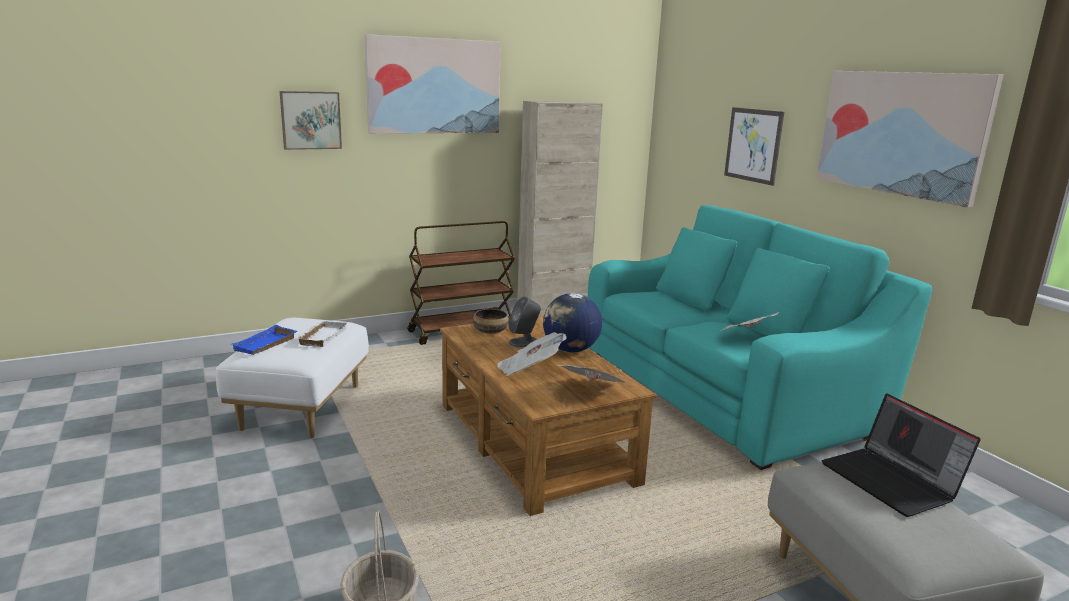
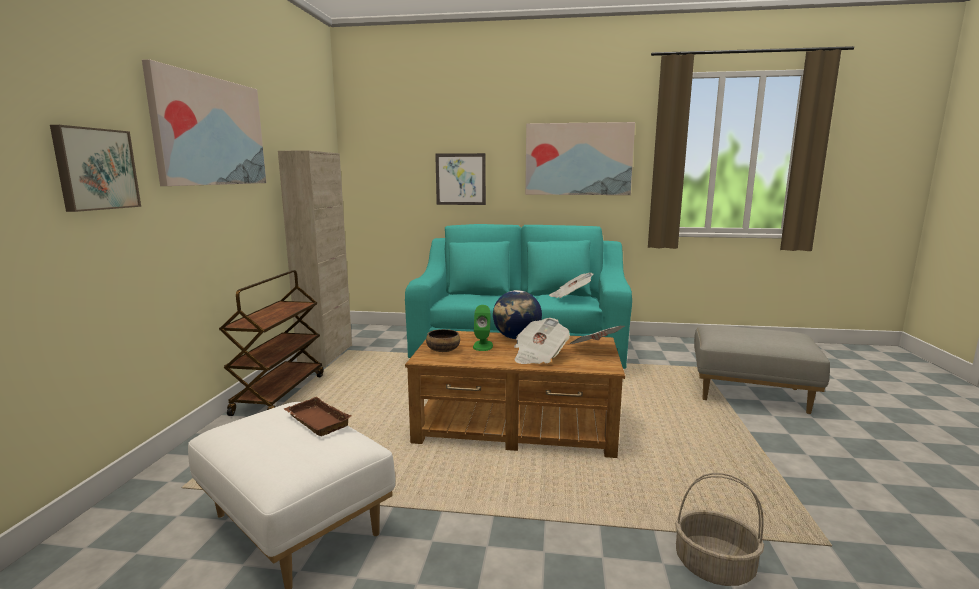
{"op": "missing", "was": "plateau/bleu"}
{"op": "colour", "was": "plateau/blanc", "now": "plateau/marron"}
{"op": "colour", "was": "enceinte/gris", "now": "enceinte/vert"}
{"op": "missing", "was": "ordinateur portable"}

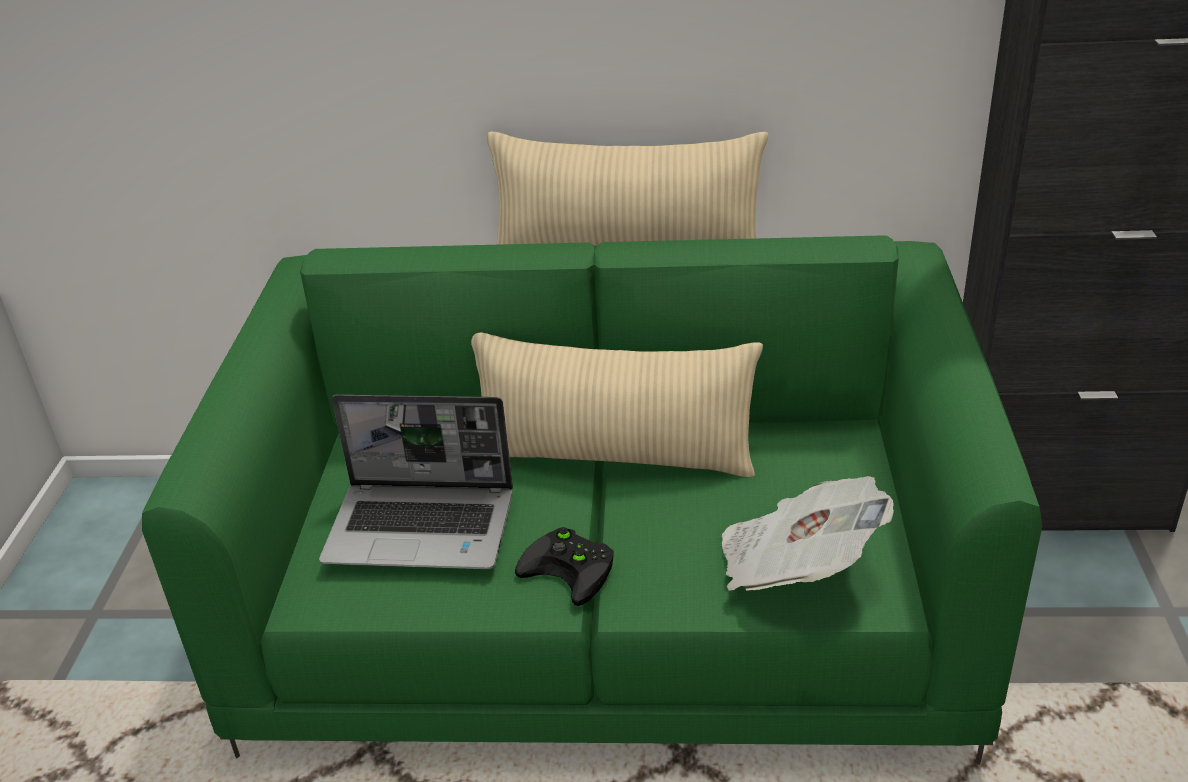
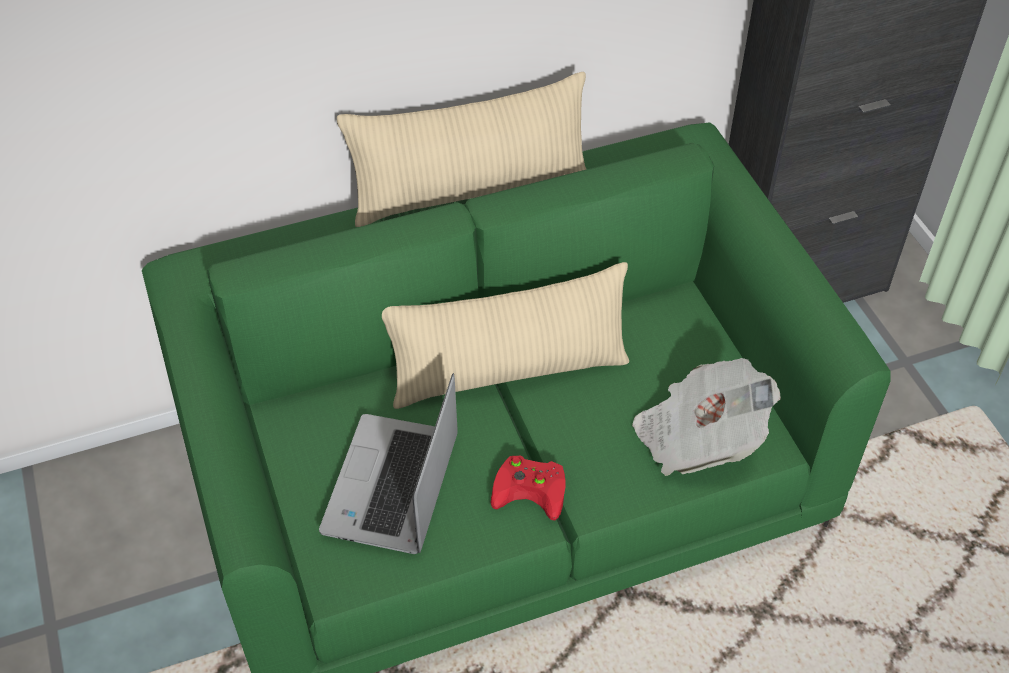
{"op": "spun", "was": "ordinateur portable", "clockwise": 120}
{"op": "colour", "was": "manette/noir", "now": "manette/rouge"}

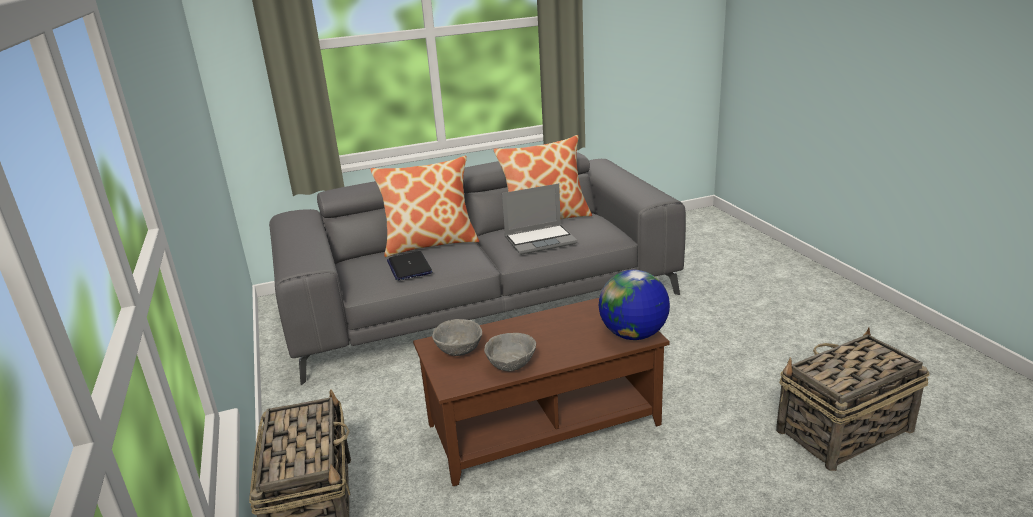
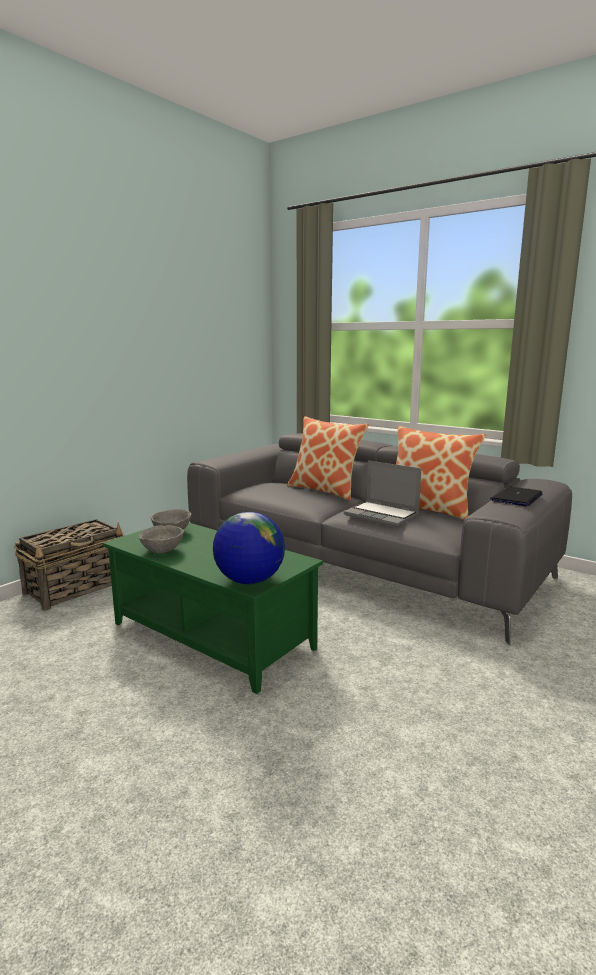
{"op": "relocated", "was": "ordinateur portable (no. 1 from left in the first image)", "now": "ordinateur portable (no. 2 from left)"}
{"op": "colour", "was": "table basse/marron", "now": "table basse/vert"}
{"op": "missing", "was": "panier (no. 2 from left)"}

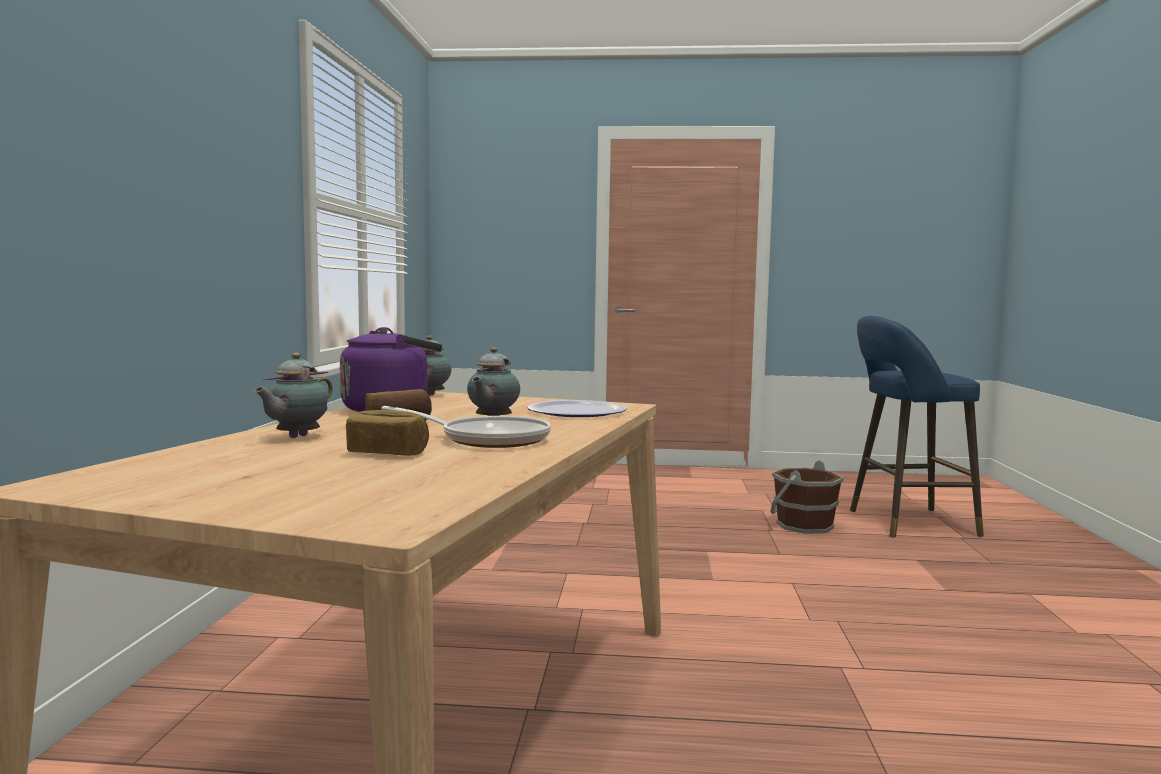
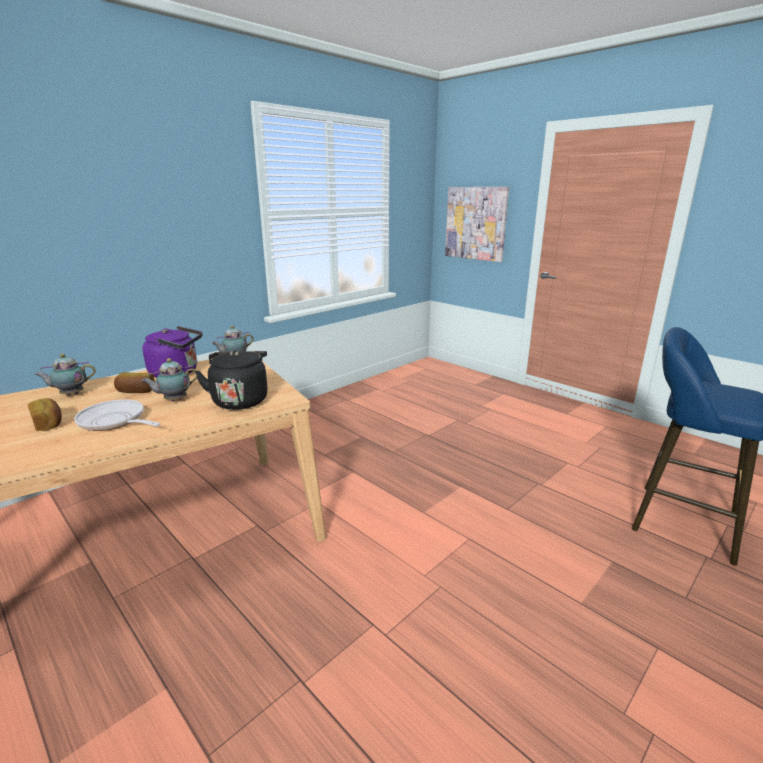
{"op": "spun", "was": "poêle", "clockwise": 150}
{"op": "exchanged", "was": "assiette", "now": "bouilloire/noir"}
{"op": "missing", "was": "seau/marron"}
{"op": "appeared", "now": "tableau"}

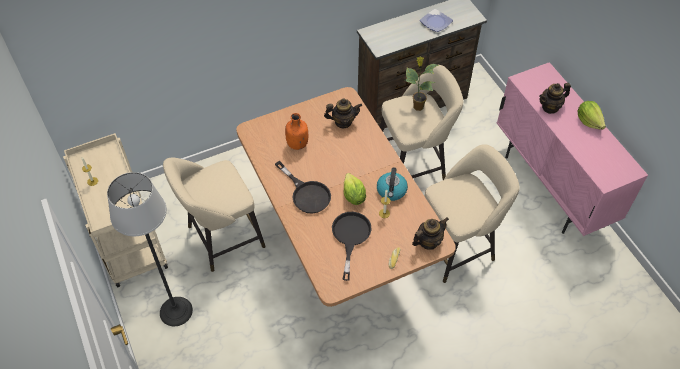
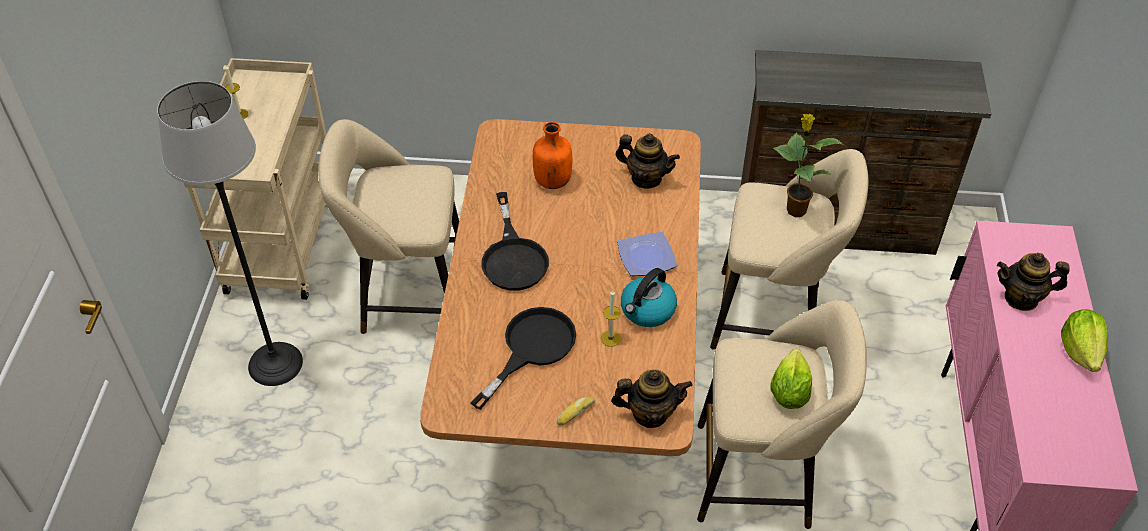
{"op": "relocated", "was": "laitue (no. 1 from left)"}
{"op": "relocated", "was": "assiette"}

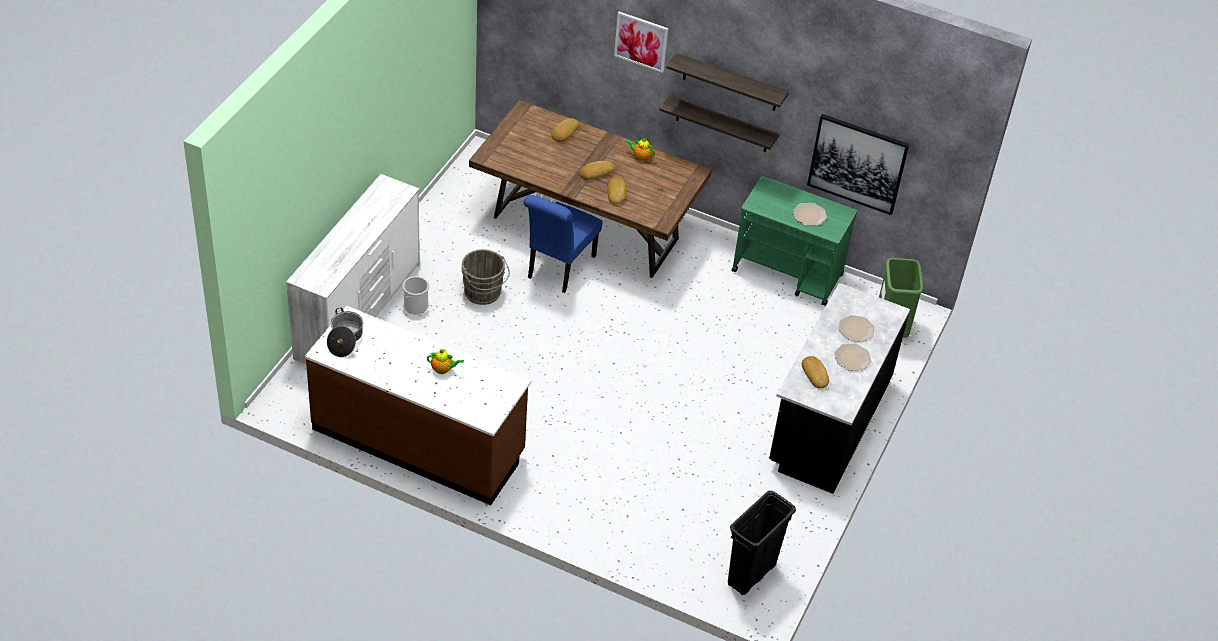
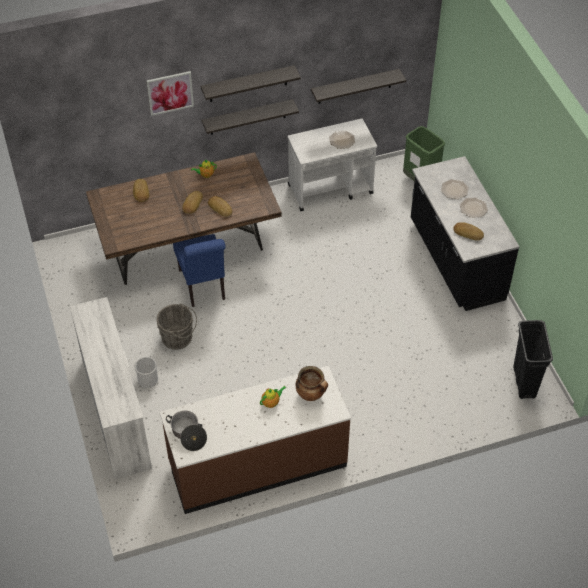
{"op": "colour", "was": "chariot/vert", "now": "chariot/blanc"}
{"op": "exchanged", "was": "tableau (no. 2 from left)", "now": "étagère (no. 3 from left)"}
{"op": "appeared", "now": "marmite (no. 2 from left)"}

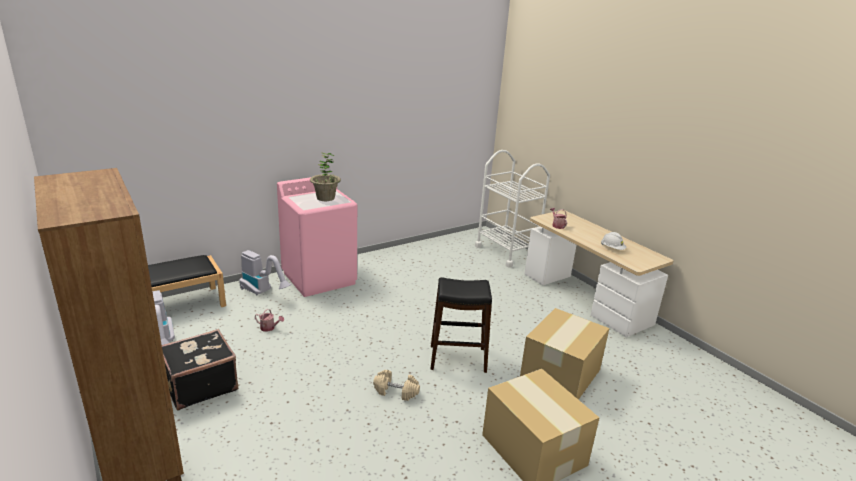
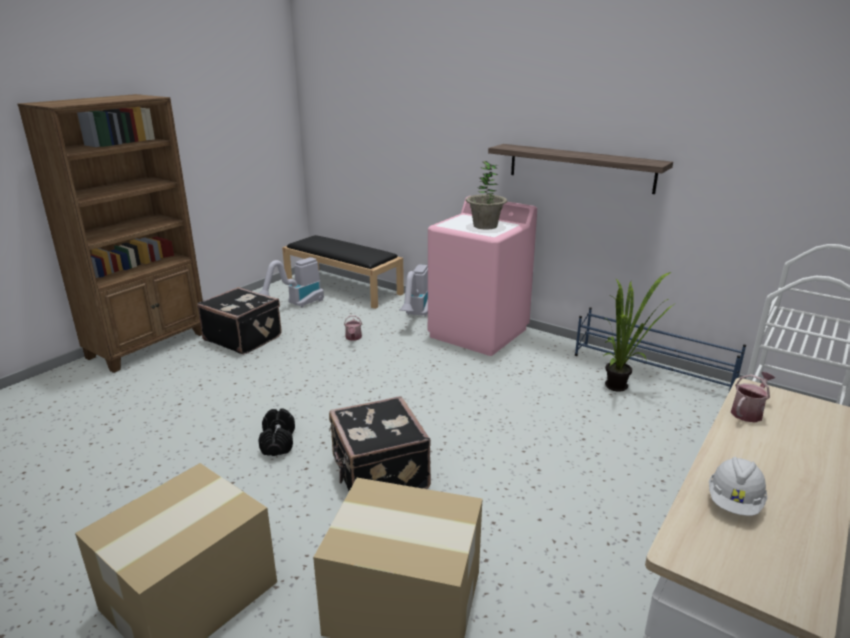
{"op": "colour", "was": "haltère/beige", "now": "haltère/noir"}
{"op": "exchanged", "was": "tabouret/noir", "now": "valise/noir (no. 2 from left)"}
{"op": "appeared", "now": "étagère"}
{"op": "appeared", "now": "étagère à chaussures/bleu"}
{"op": "appeared", "now": "plante en pot (no. 2 from left)"}

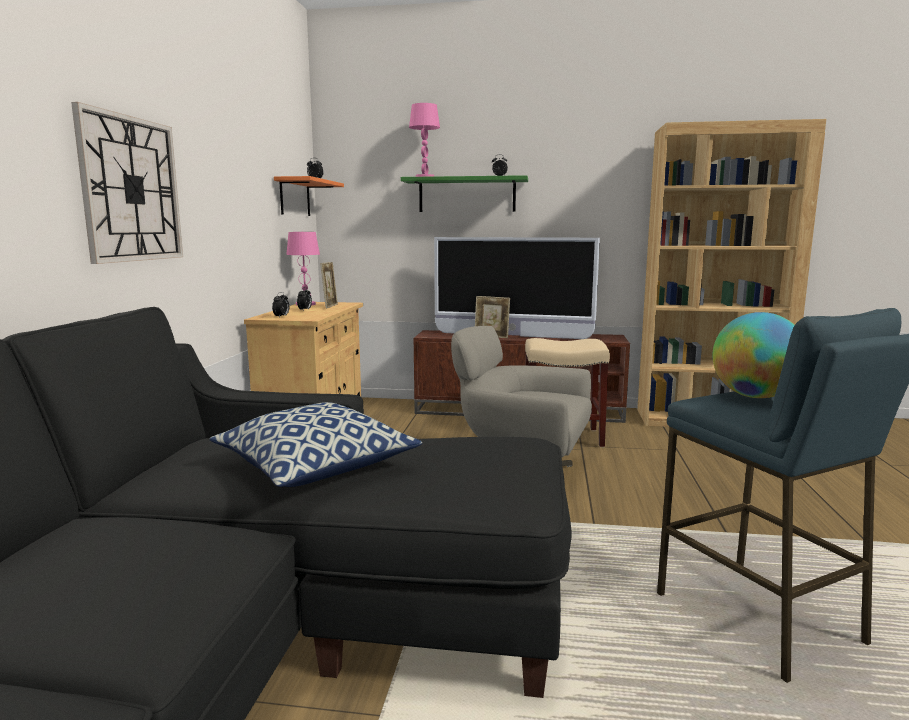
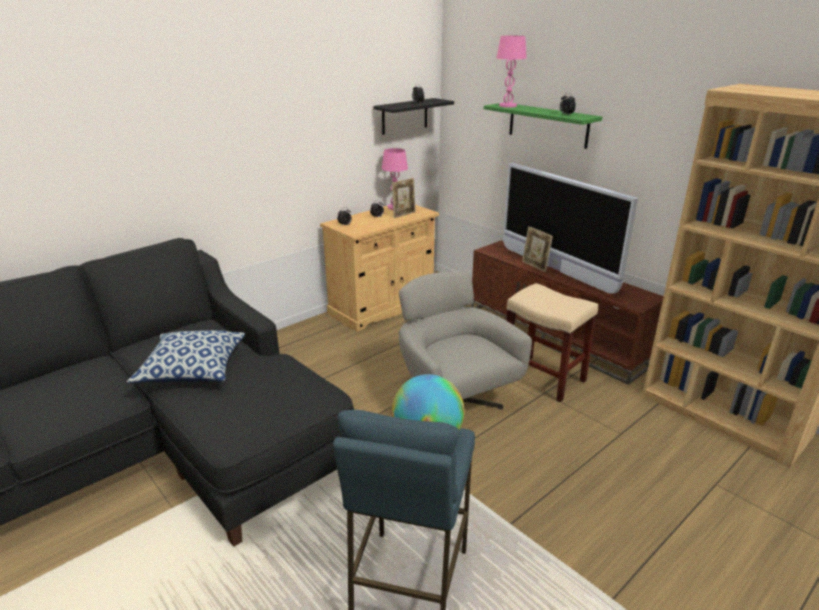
{"op": "missing", "was": "horloge murale"}
{"op": "colour", "was": "étagère/orange", "now": "étagère/noir"}

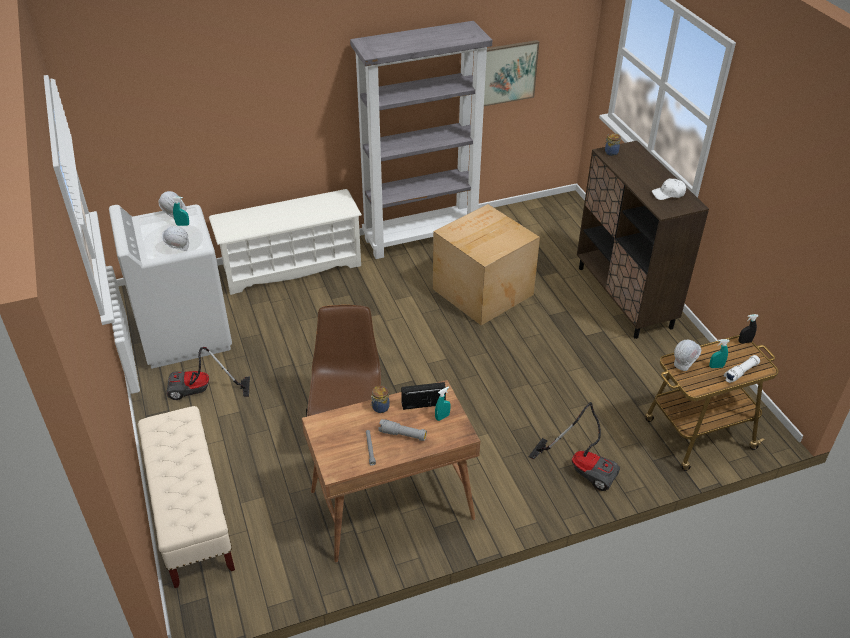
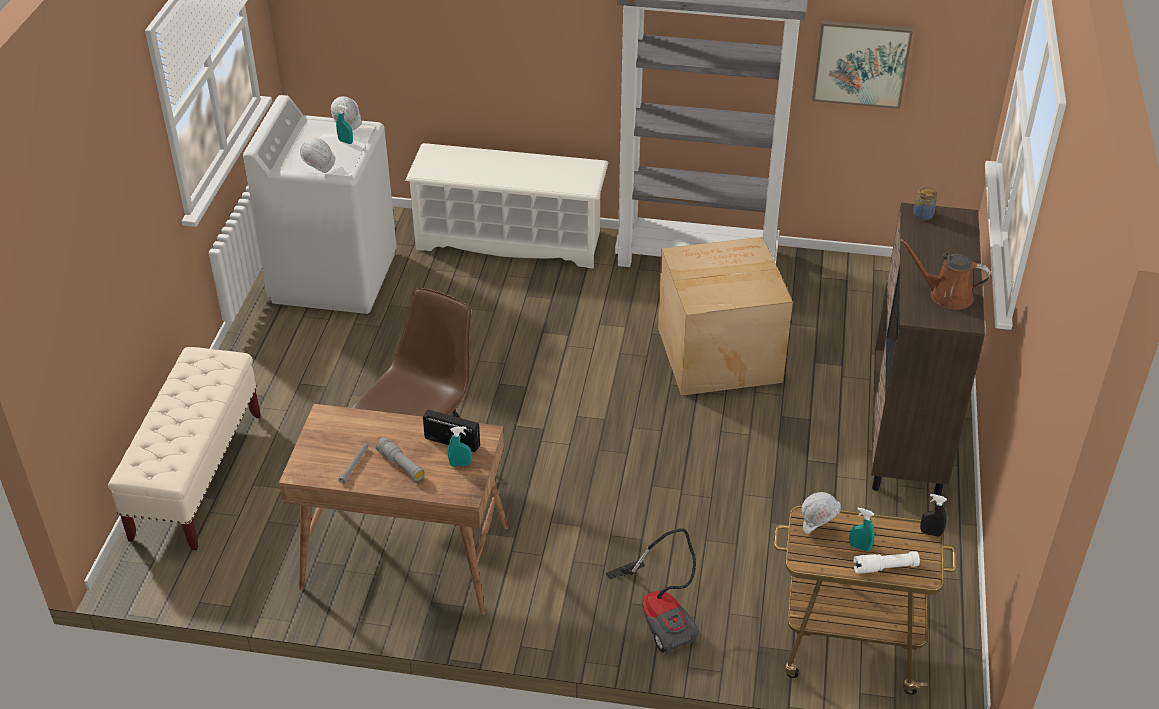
{"op": "missing", "was": "aspirateur (no. 1 from left)"}
{"op": "missing", "was": "bocal (no. 1 from left)"}
{"op": "exchanged", "was": "casquette/blanc", "now": "arrosoir/marron"}

